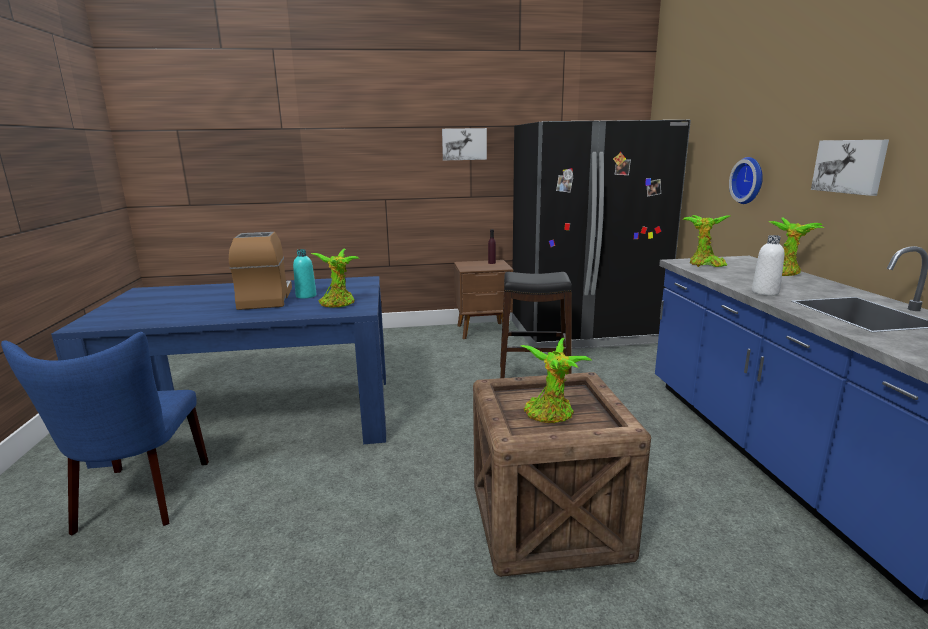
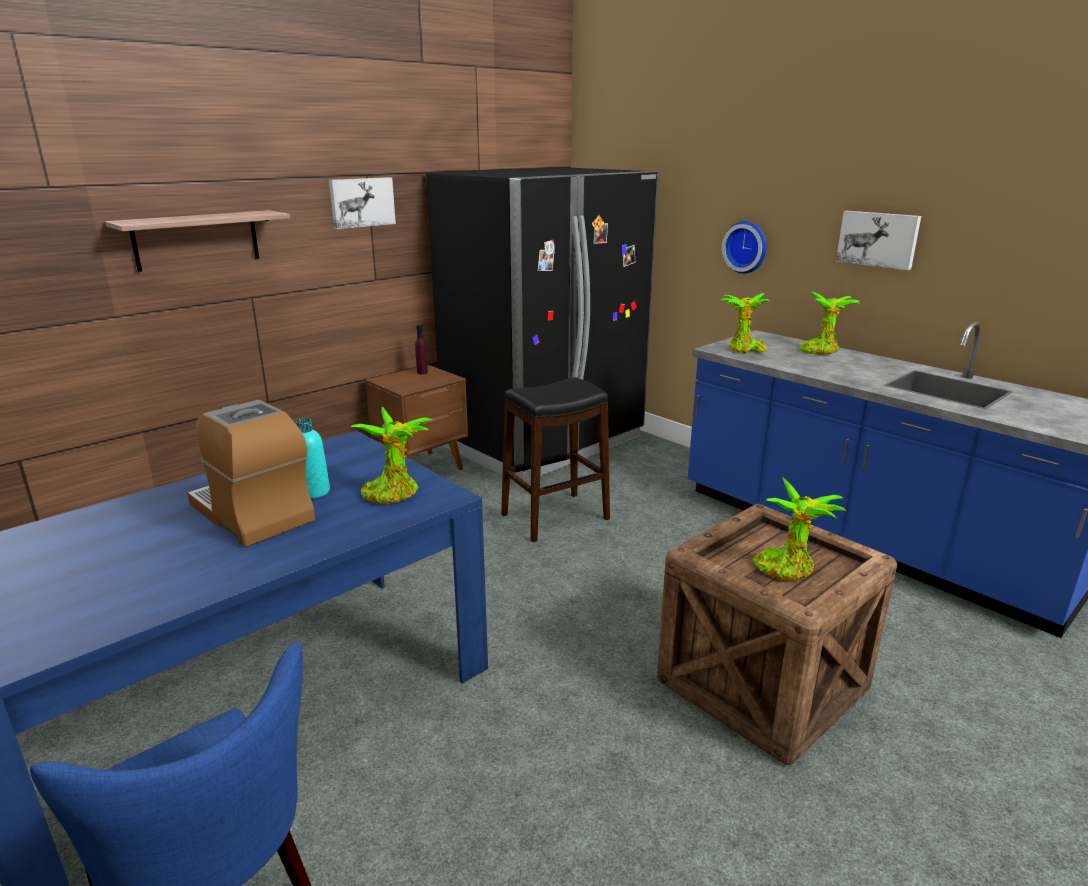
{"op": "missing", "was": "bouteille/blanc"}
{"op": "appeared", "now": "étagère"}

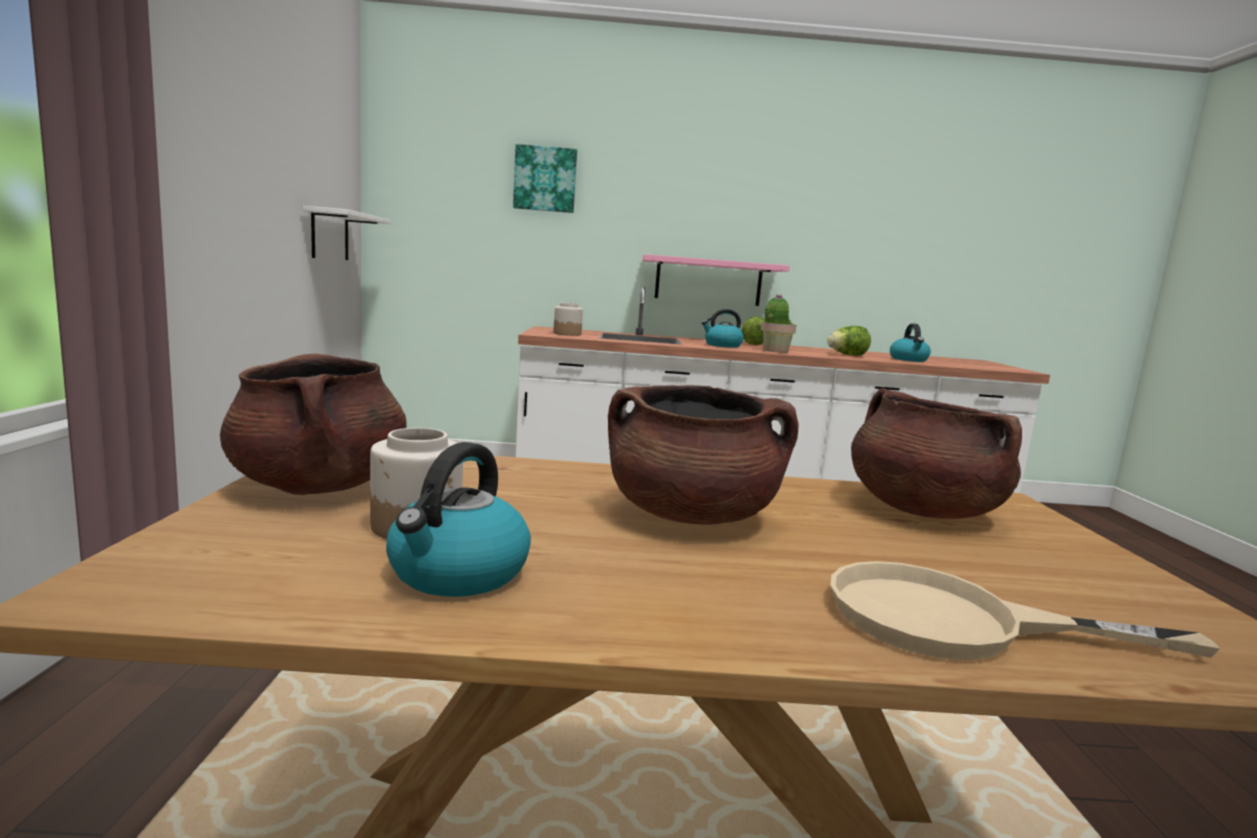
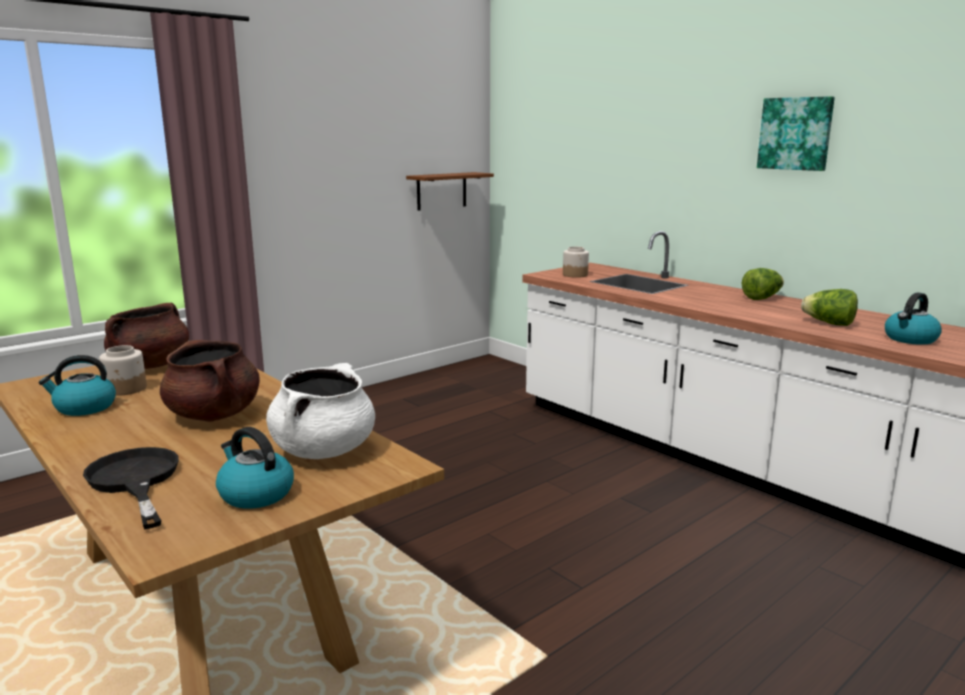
{"op": "colour", "was": "étagère/blanc", "now": "étagère/marron"}
{"op": "relocated", "was": "tableau"}
{"op": "missing", "was": "étagère/rose"}
{"op": "relocated", "was": "bouilloire (no. 2 from left)"}
{"op": "missing", "was": "plante en pot"}
{"op": "colour", "was": "poêle/beige", "now": "poêle/noir"}
{"op": "colour", "was": "marmite/marron (no. 3 from left)", "now": "marmite/blanc"}

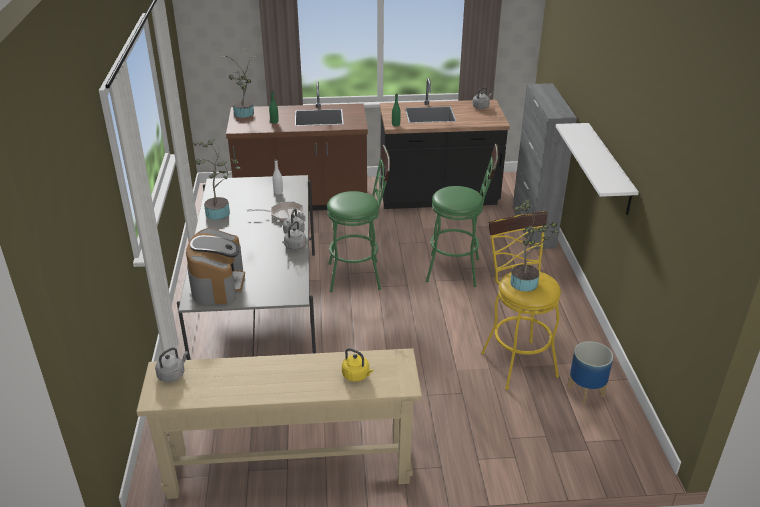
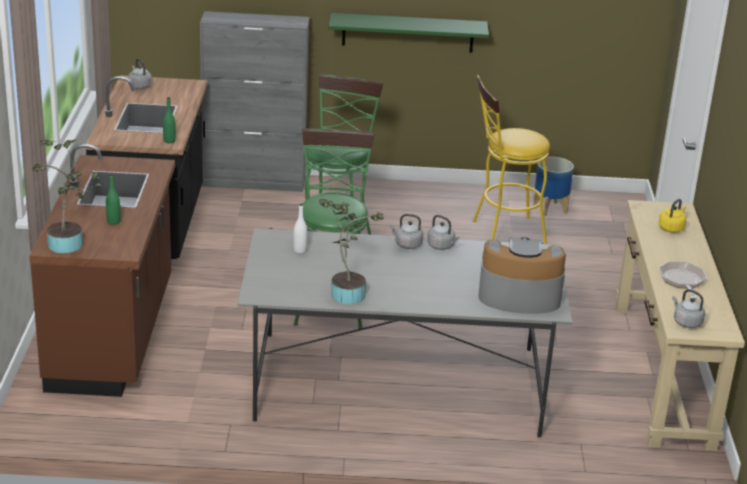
{"op": "relocated", "was": "poêle"}
{"op": "missing", "was": "plante en pot (no. 3 from left)"}
{"op": "colour", "was": "étagère/blanc", "now": "étagère/vert"}

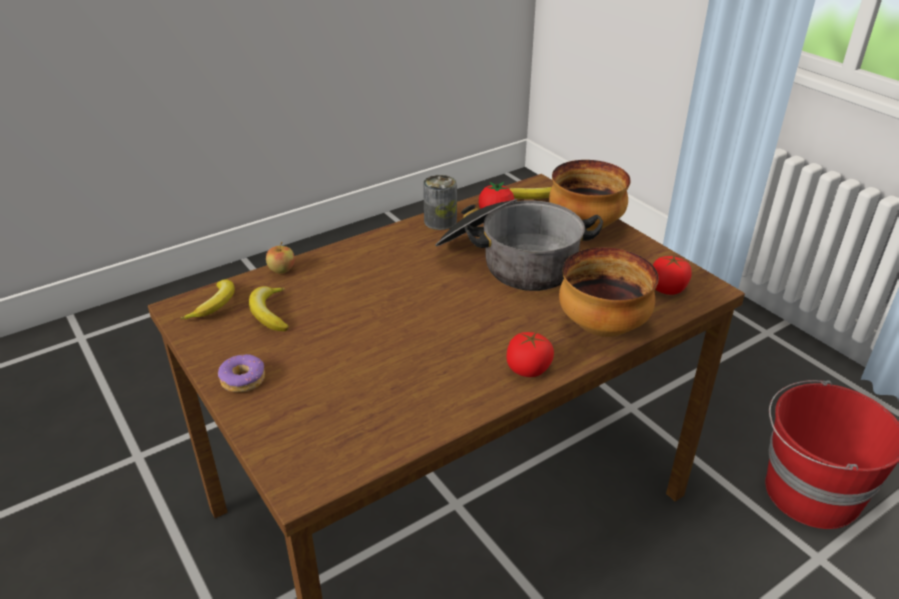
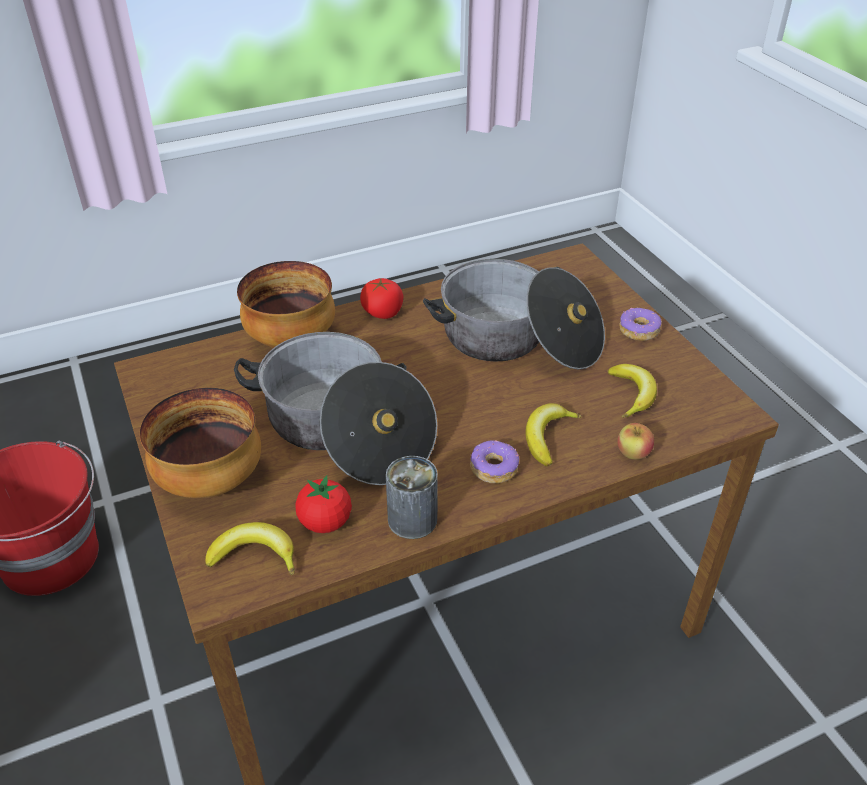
{"op": "relocated", "was": "banane (no. 1 from left in the first image)", "now": "banane (no. 2 from left)"}
{"op": "missing", "was": "tomate (no. 3 from left)"}
{"op": "appeared", "now": "marmite (no. 2 from left)"}
{"op": "appeared", "now": "beignet (no. 1 from left)"}

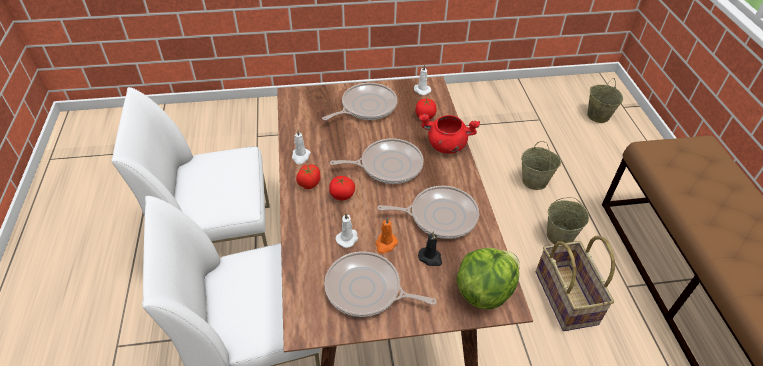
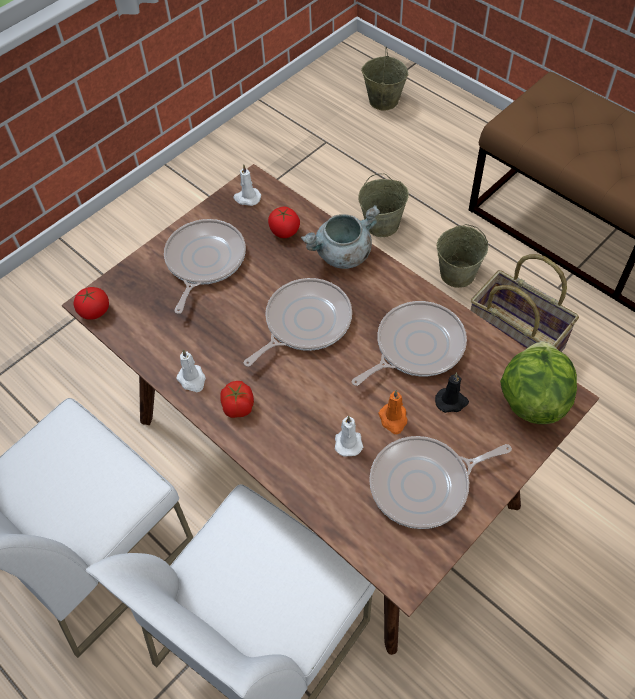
{"op": "relocated", "was": "tomate (no. 2 from left in the first image)", "now": "tomate (no. 1 from left)"}
{"op": "colour", "was": "marmite/rouge", "now": "marmite/gris"}

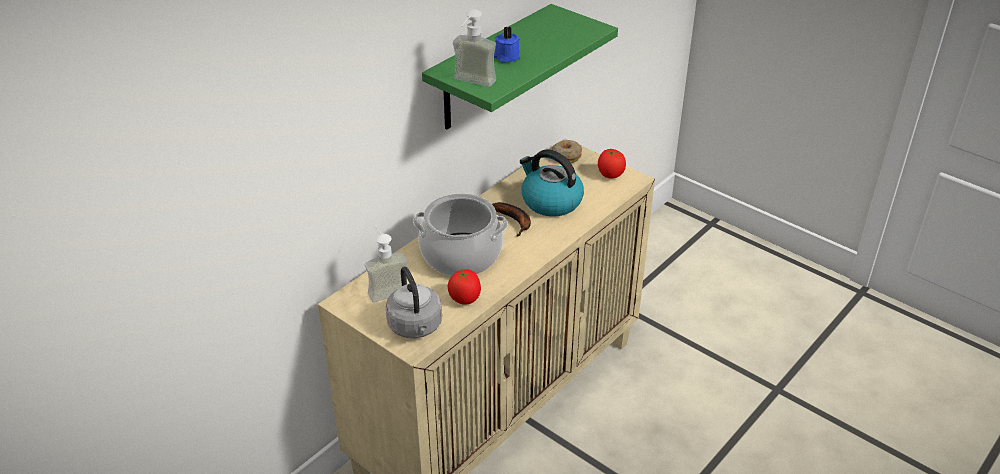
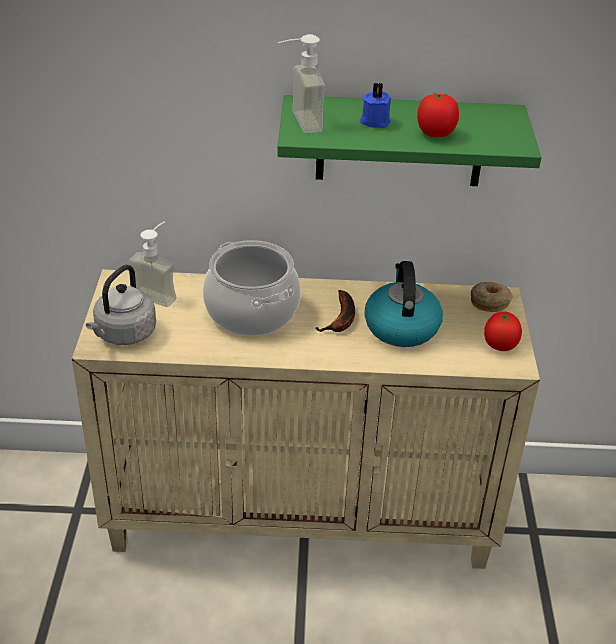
{"op": "relocated", "was": "tomate (no. 1 from left)"}

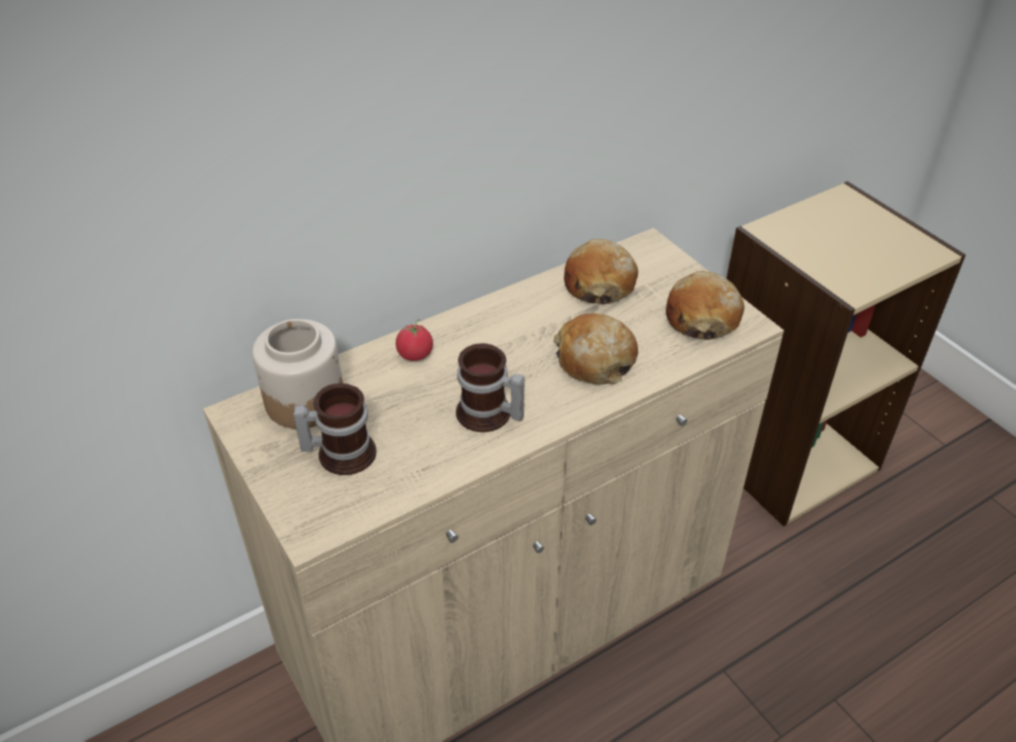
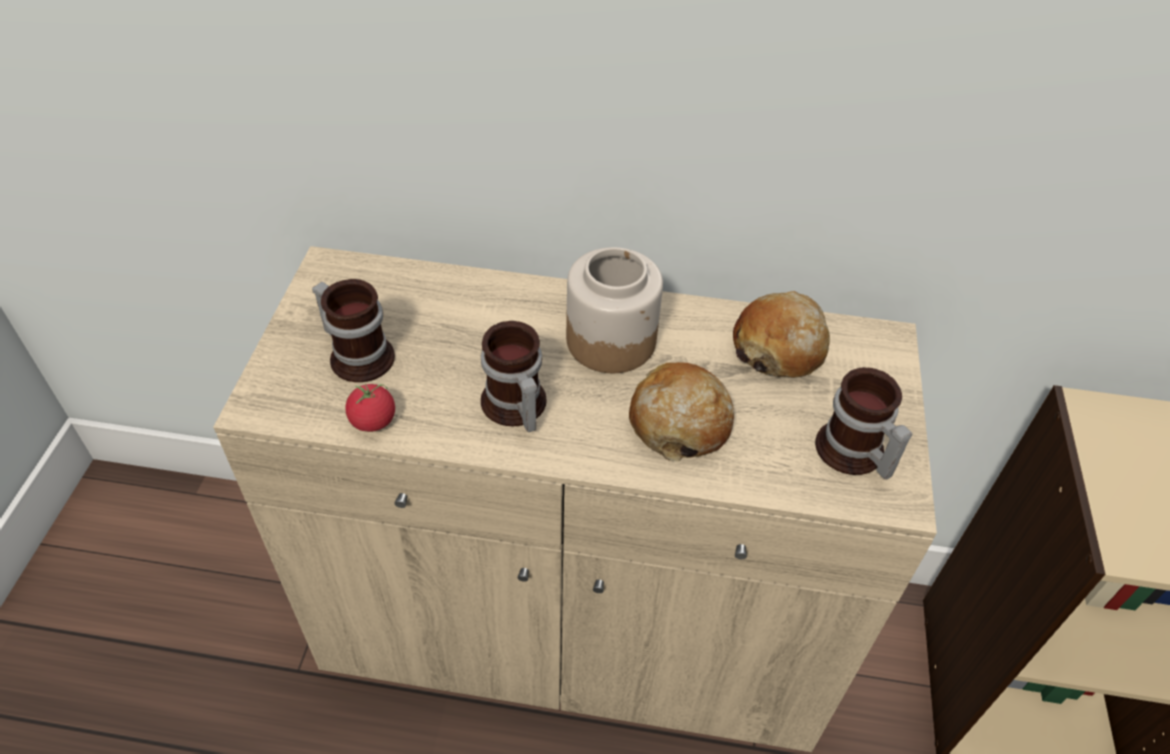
{"op": "relocated", "was": "bocal"}
{"op": "relocated", "was": "tomate"}
{"op": "exchanged", "was": "pain (no. 3 from left)", "now": "mug (no. 3 from left)"}

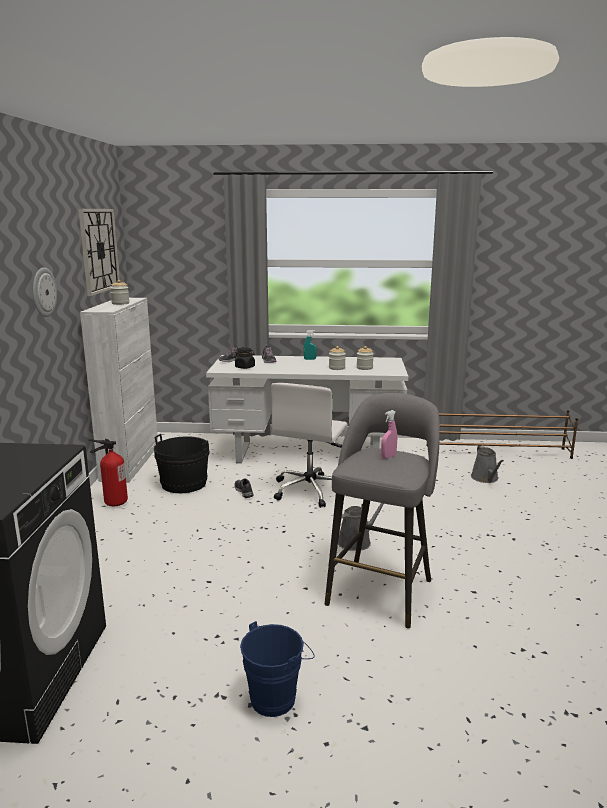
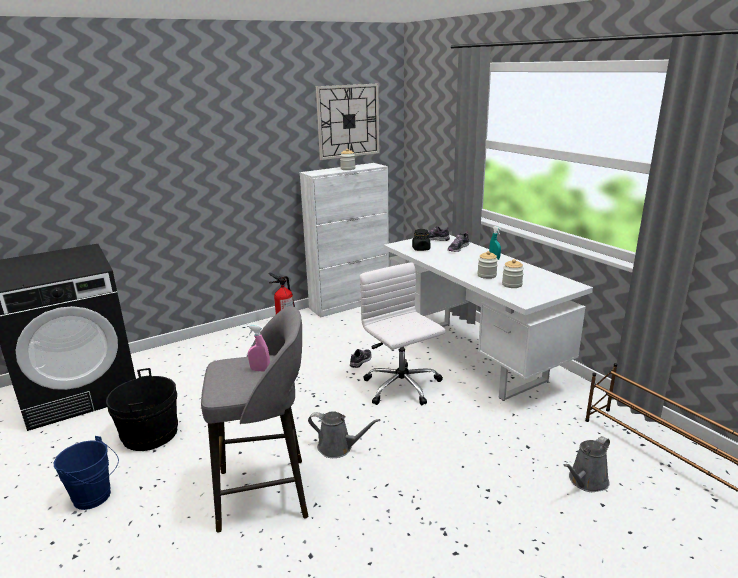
{"op": "missing", "was": "horloge murale (no. 1 from left)"}
{"op": "relocated", "was": "seau/noir"}
{"op": "spun", "was": "chaise de bureau/blanc", "clockwise": 75}

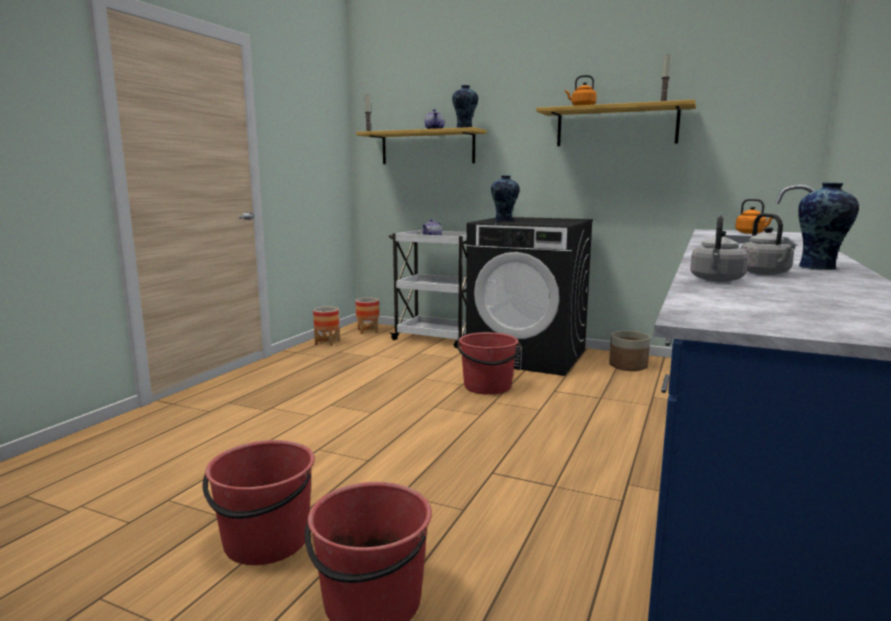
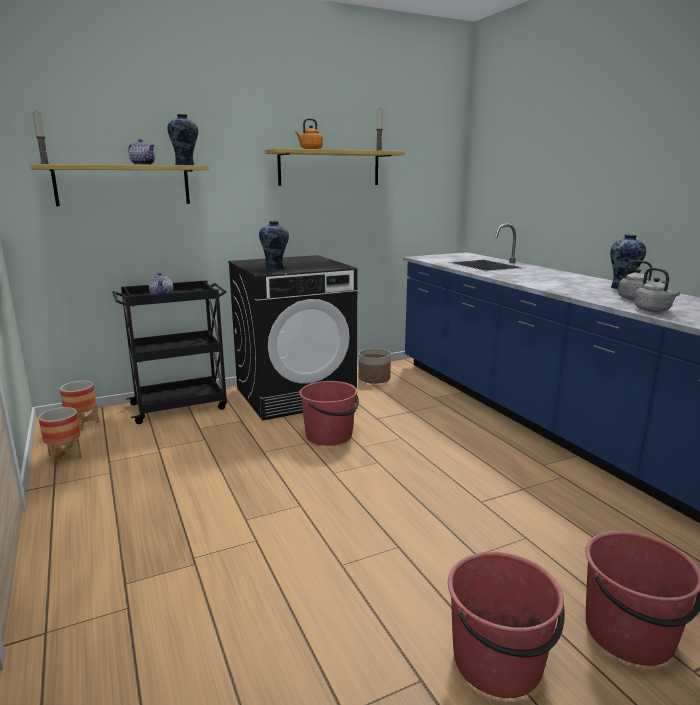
{"op": "colour", "was": "chariot/blanc", "now": "chariot/noir"}
{"op": "missing", "was": "bouilloire/orange (no. 2 from left)"}

